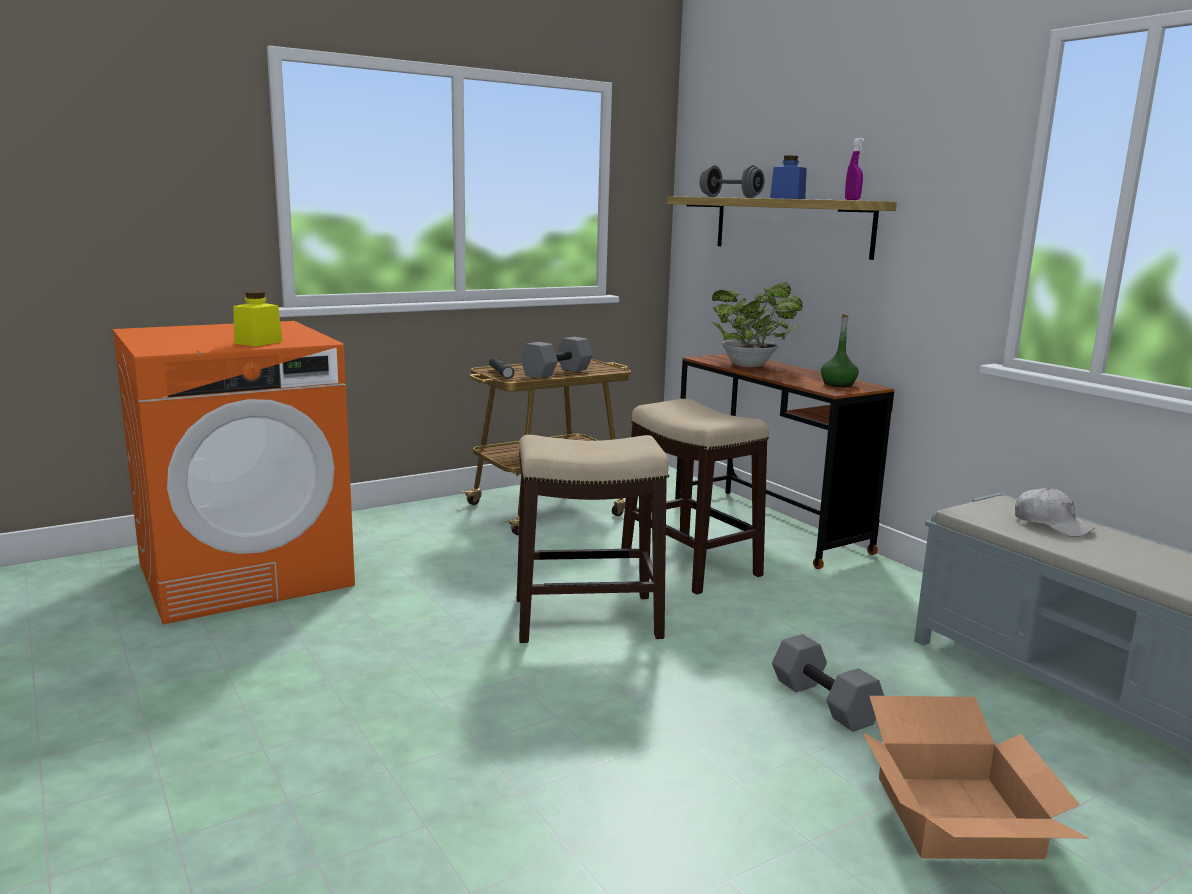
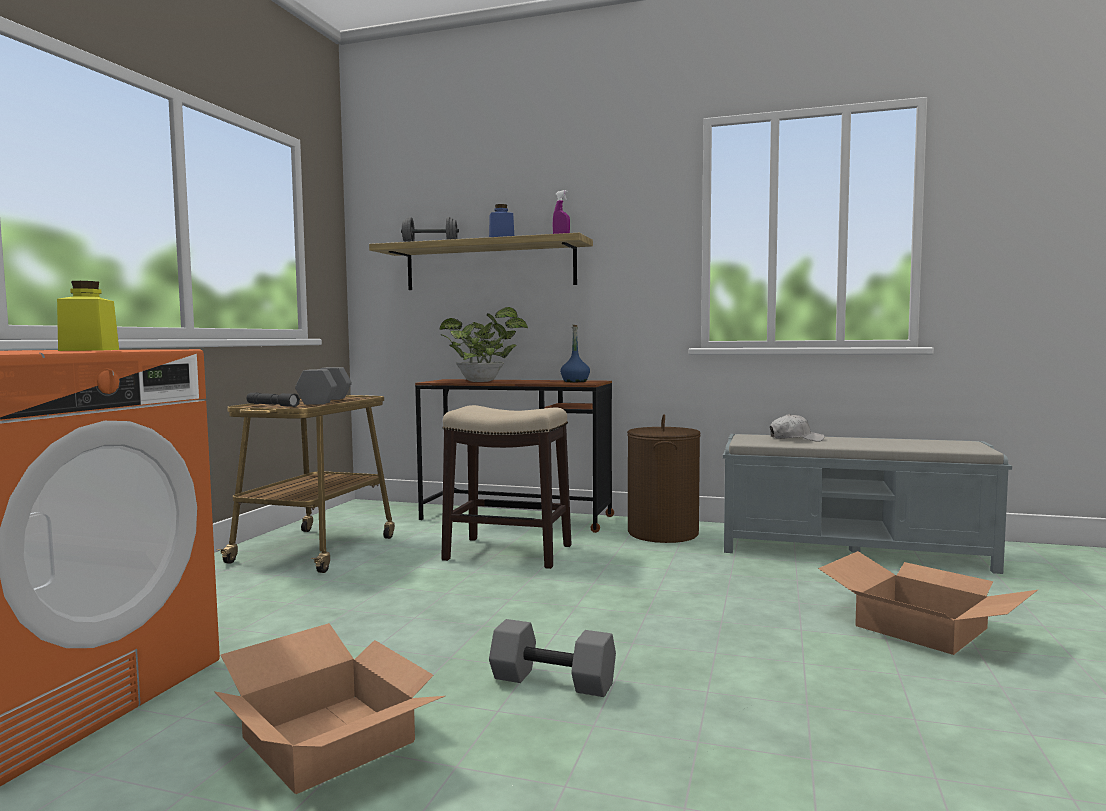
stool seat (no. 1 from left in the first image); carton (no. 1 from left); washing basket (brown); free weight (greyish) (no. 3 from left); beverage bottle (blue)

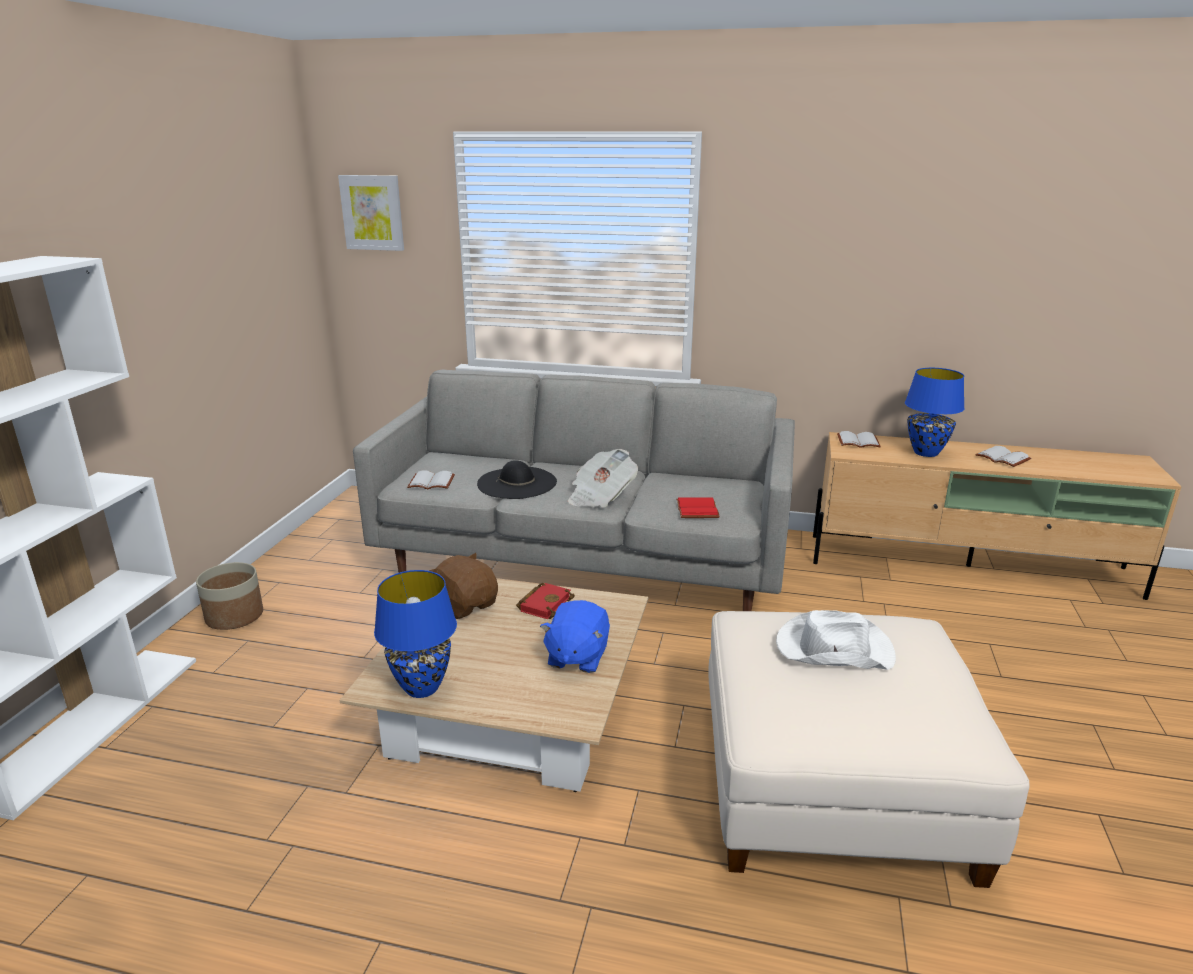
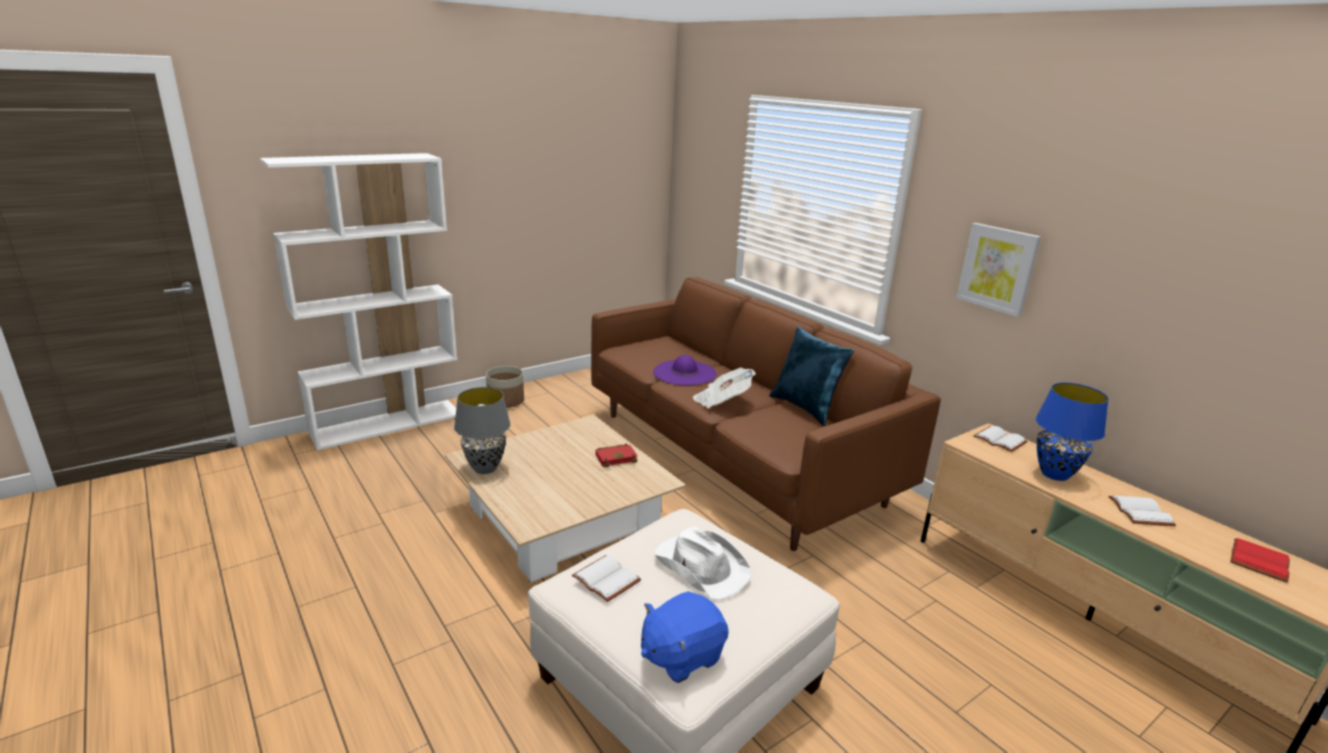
plush toy (brown); throw pillow (blue); wall art; bound book (white-coloured) (no. 1 from left); plush toy (blue); bound book (red-coloured) (no. 2 from left); sofa (brown); table lamp (greyish); clothing hat (purple-coloured)

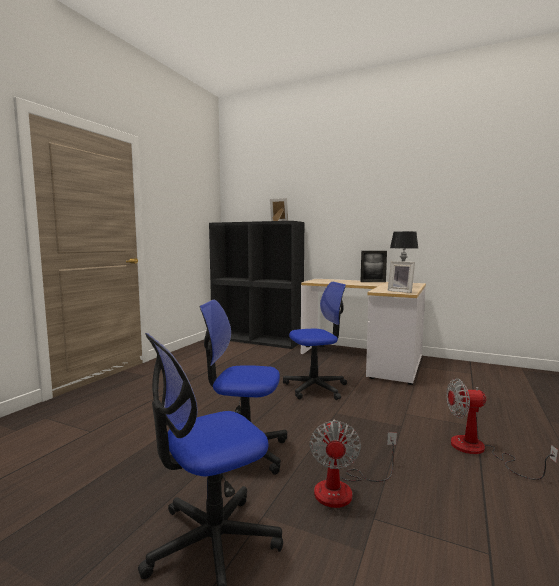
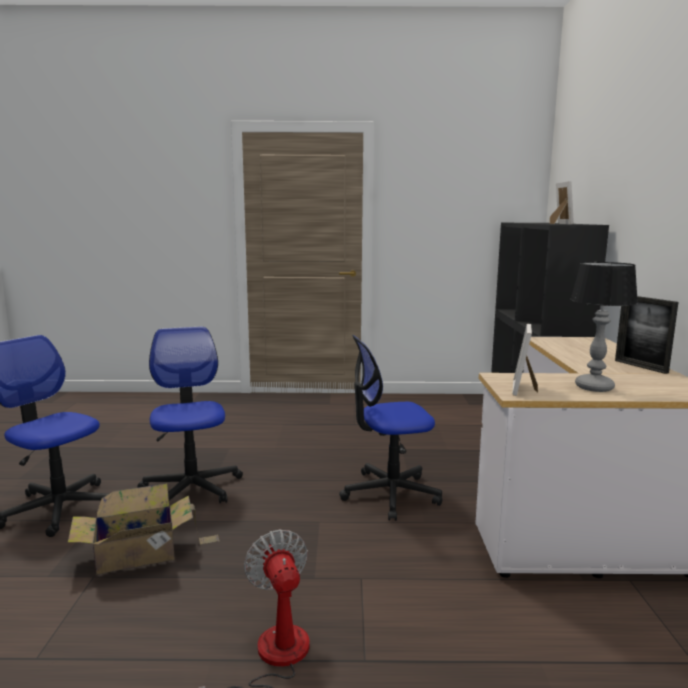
carton; office chair (no. 3 from left)

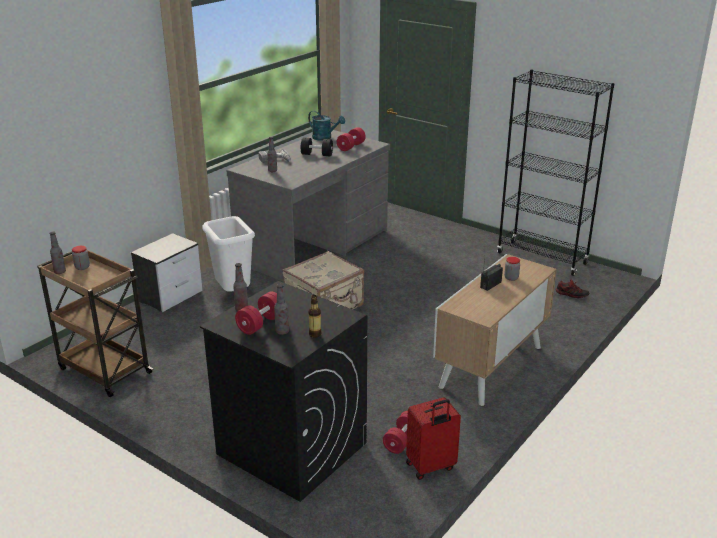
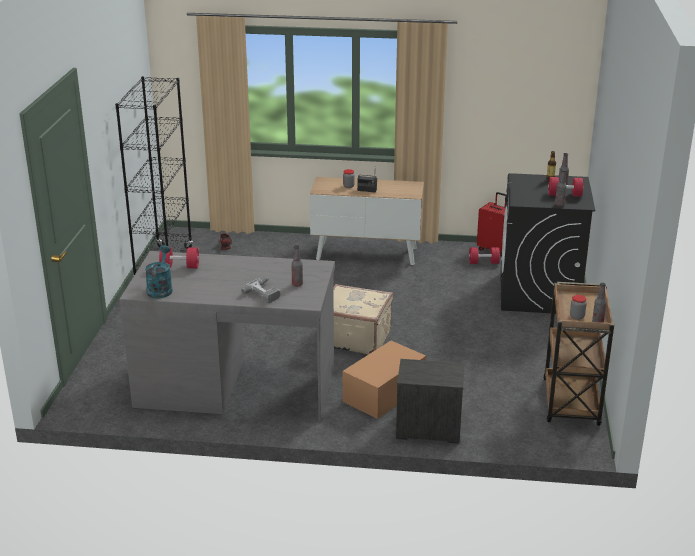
free weight (blackish); carton

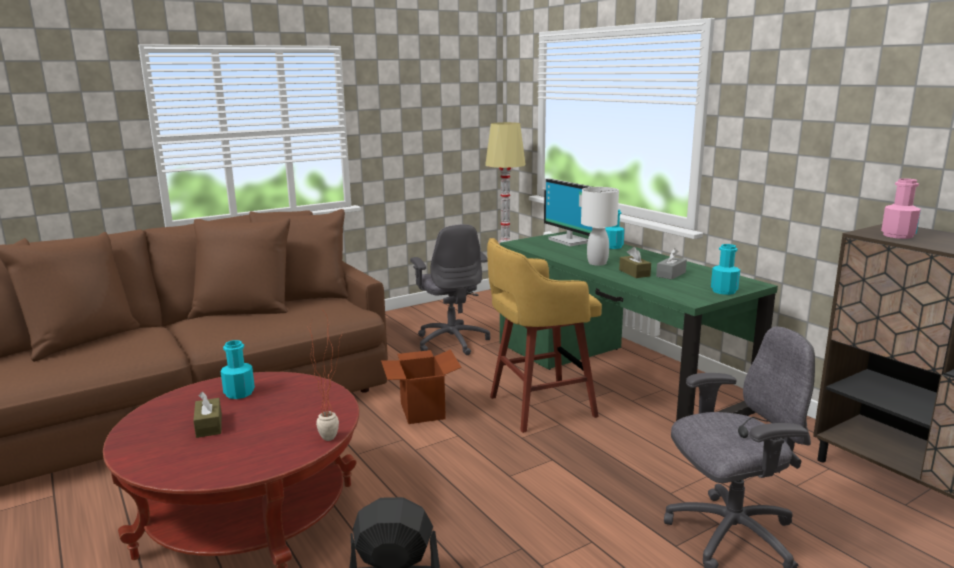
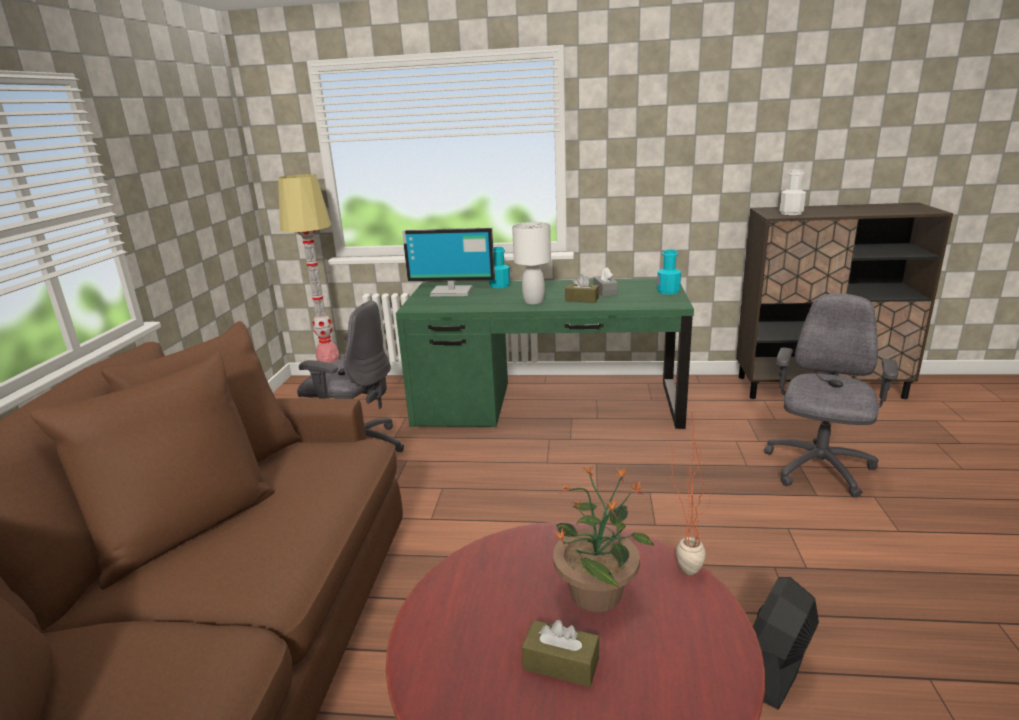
beverage bottle (blue-green) (no. 1 from left in the first image); carton; stool seat (yellow-coloured); potted plant (no. 1 from left); beverage bottle (white-coloured)

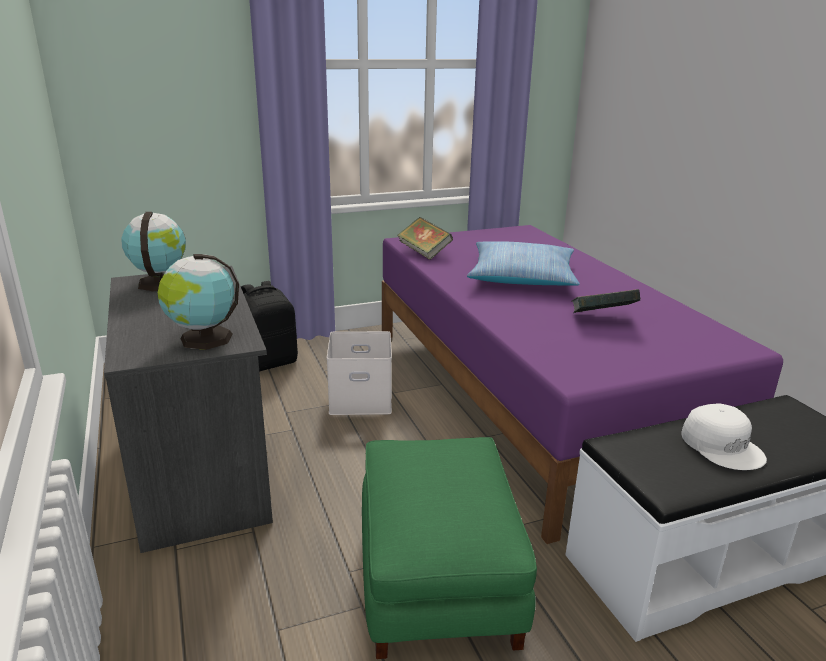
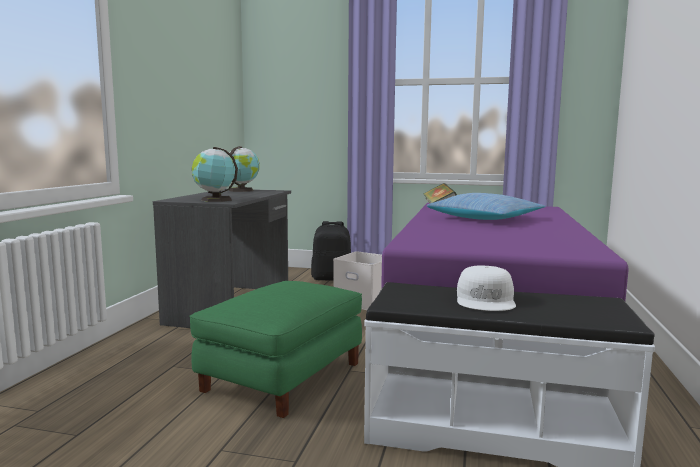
bound book (no. 2 from left in the first image)

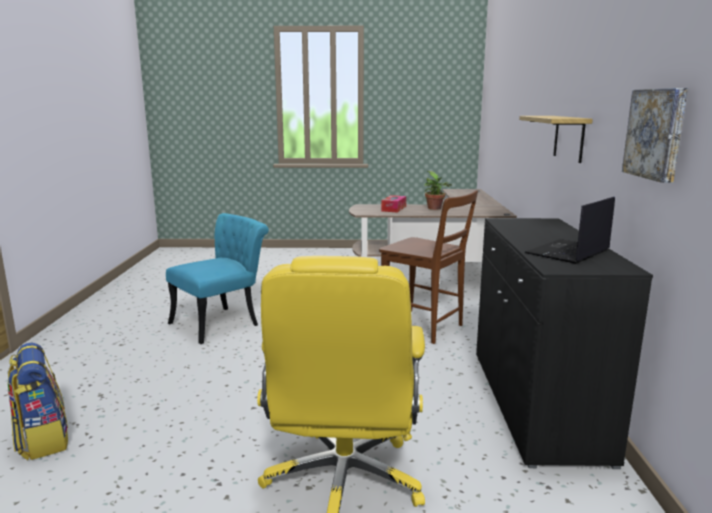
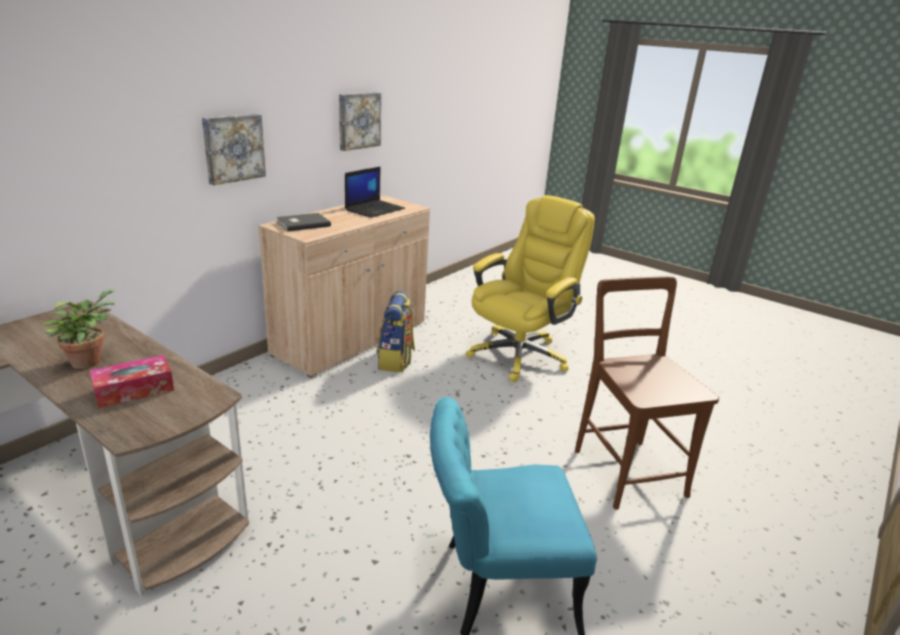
bound book (greyish); backpack; plain chair (brown); wall art (no. 1 from left); cabinet (beige); portable computer

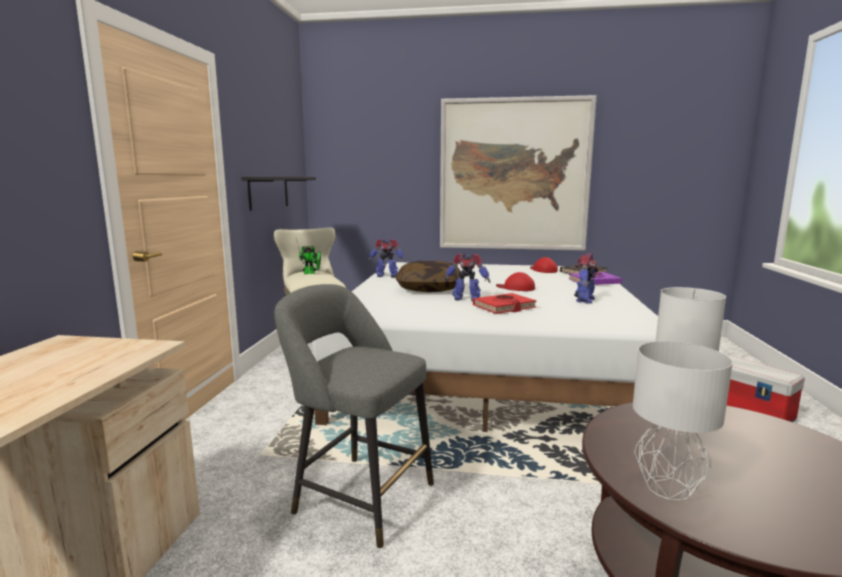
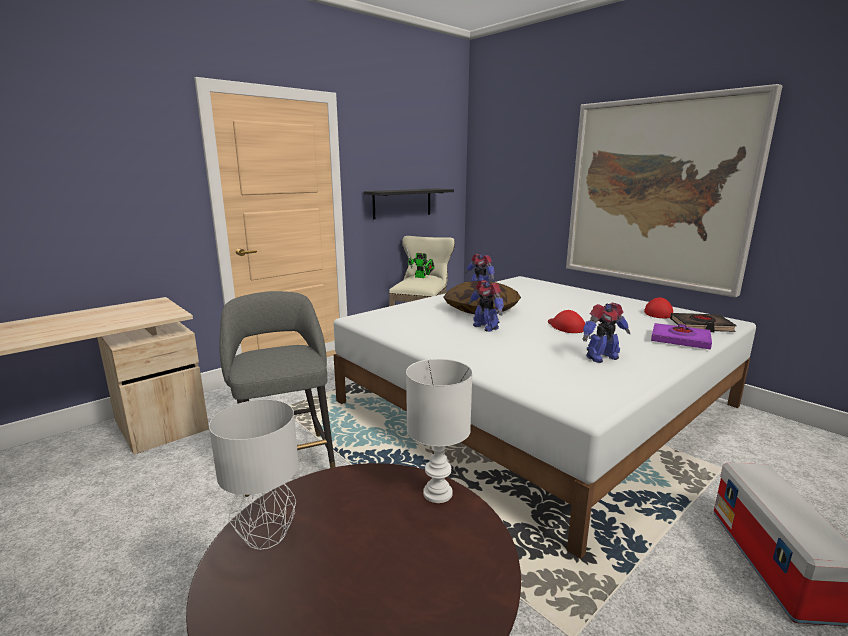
bound book (red-coloured)

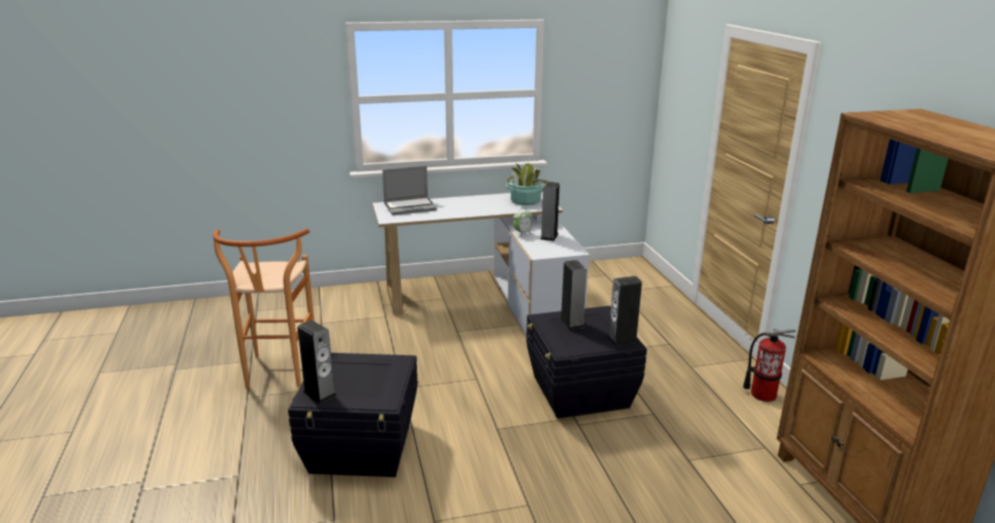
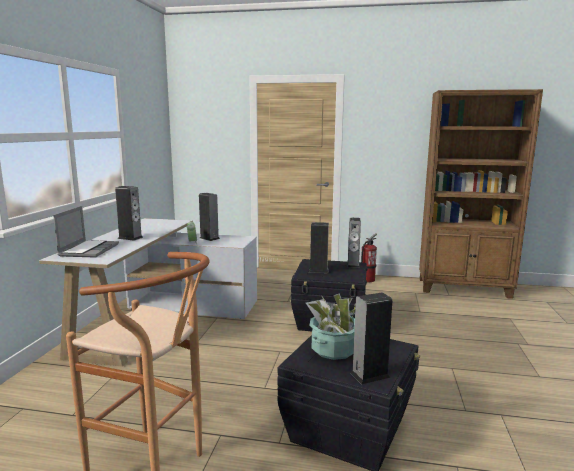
loudspeaker (no. 1 from left); potted plant

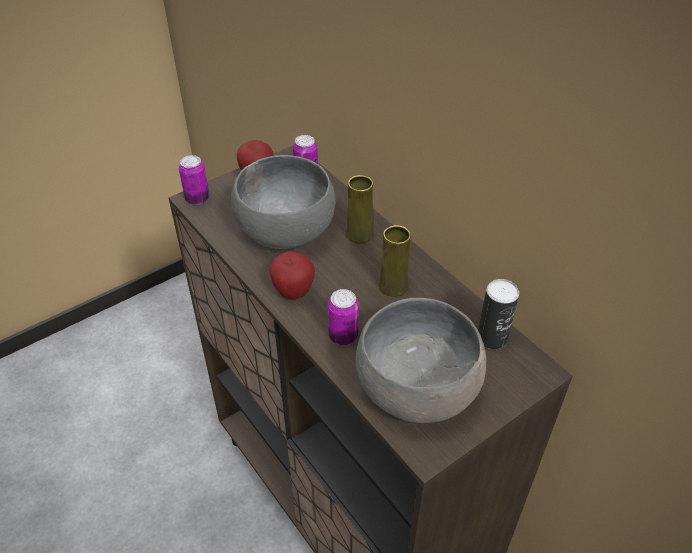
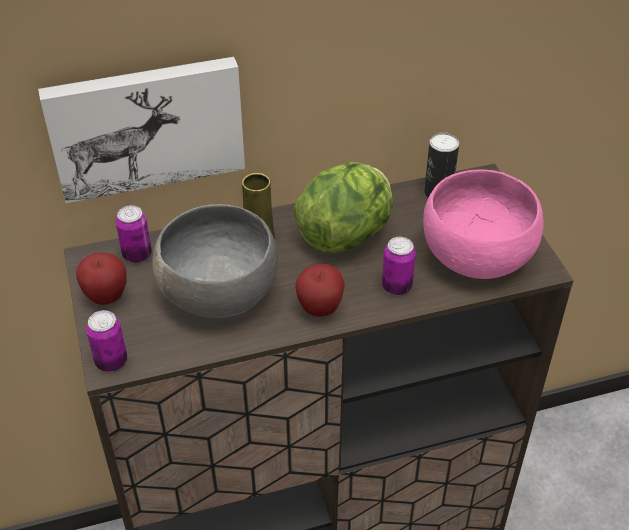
wall art; lettuce; deep dish (pink-coloured)

